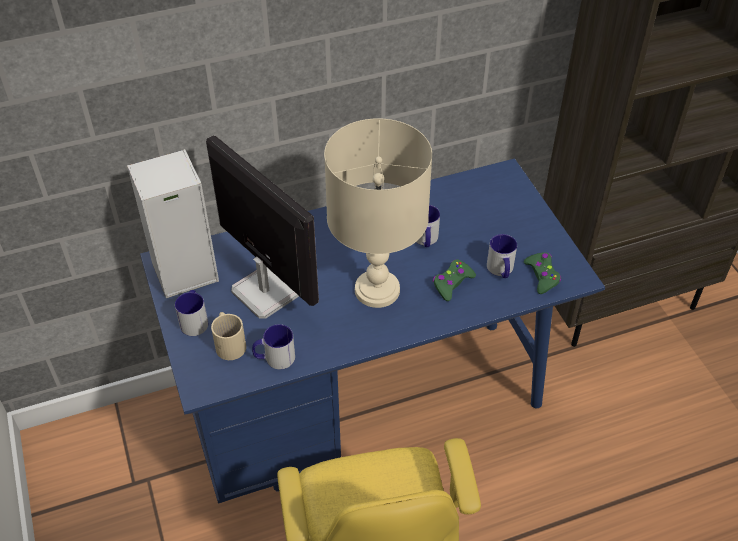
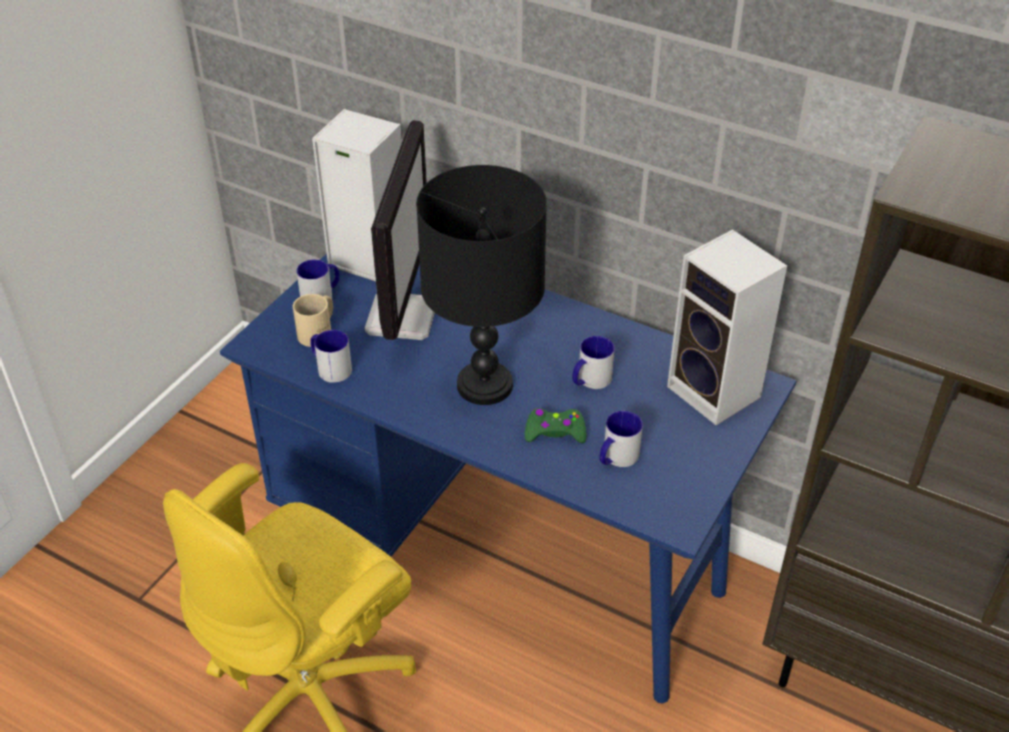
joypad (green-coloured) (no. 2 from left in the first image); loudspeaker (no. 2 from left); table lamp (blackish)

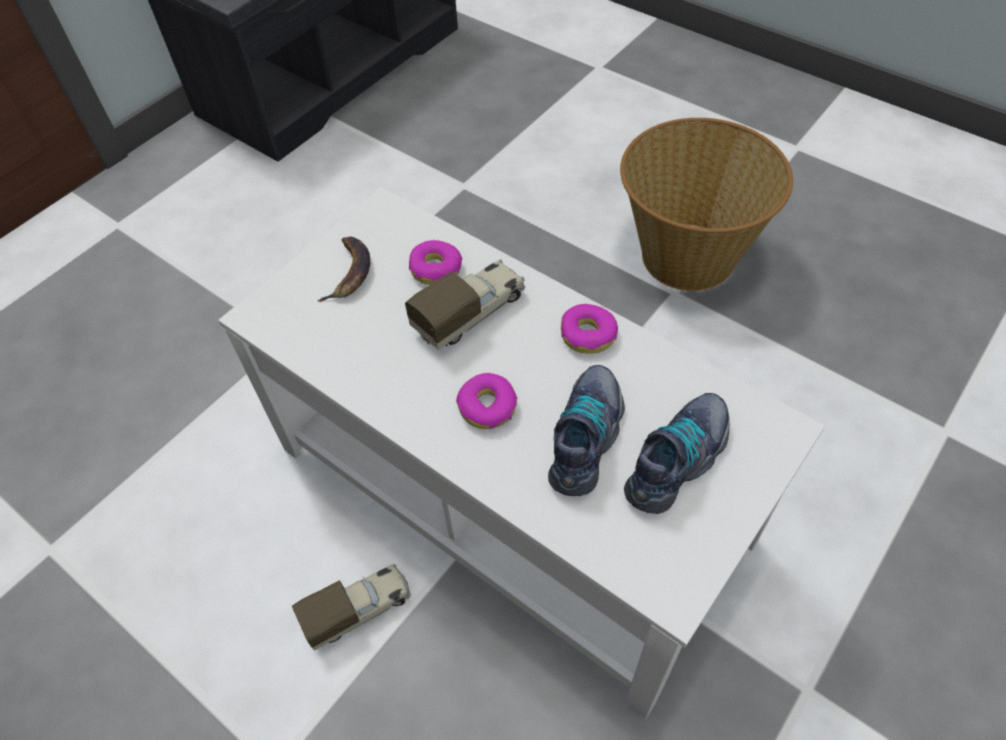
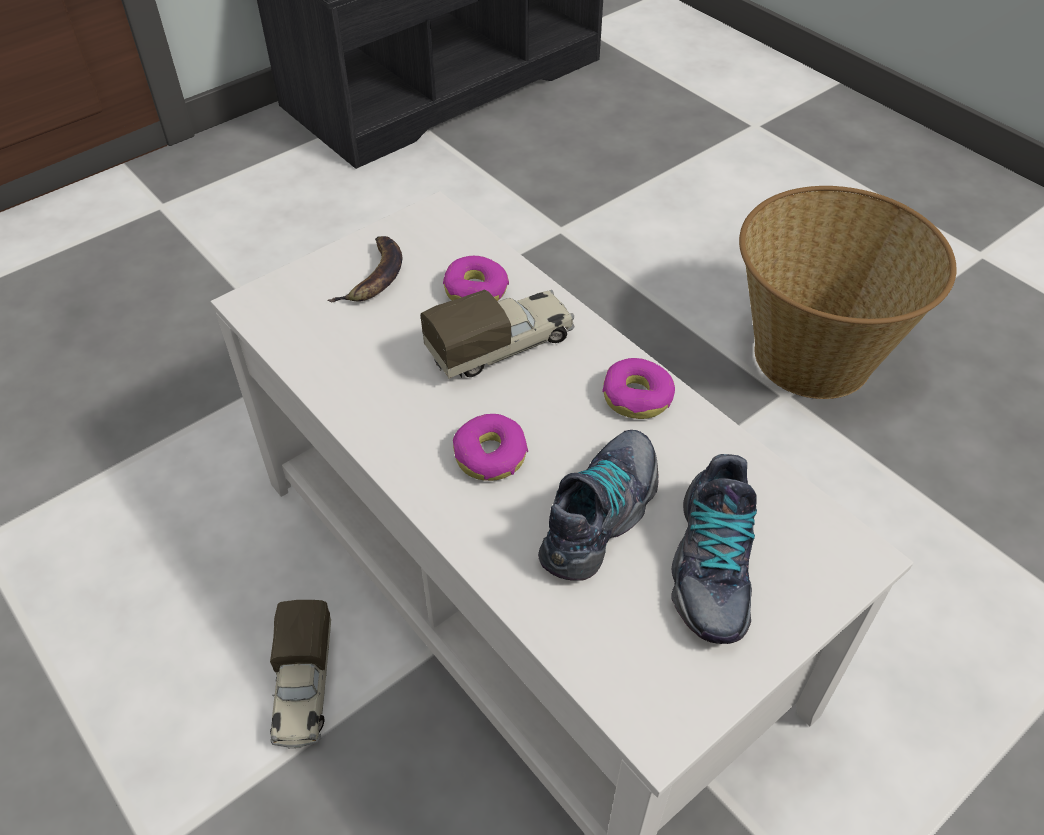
toy lorry (no. 1 from left); low shoe (no. 2 from left)

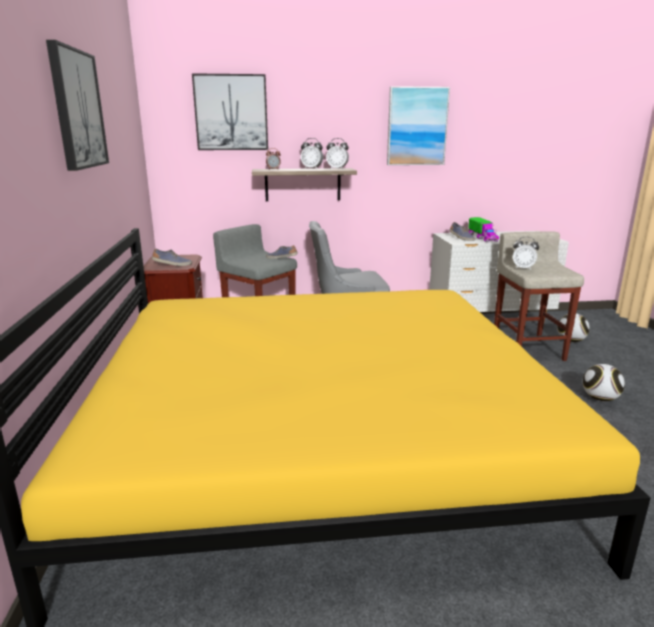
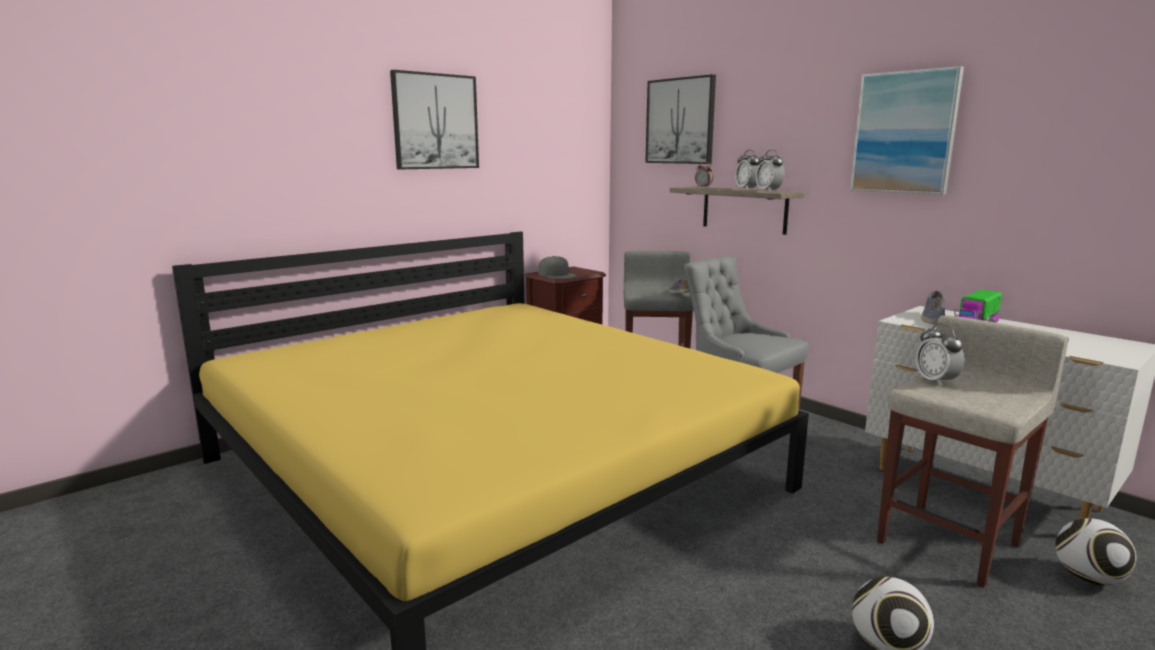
cap (greyish)

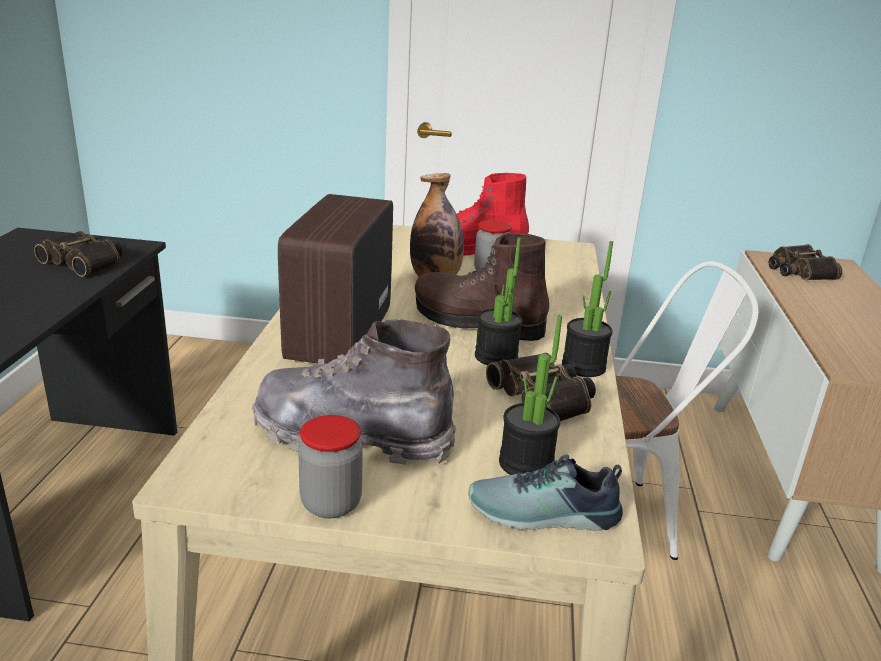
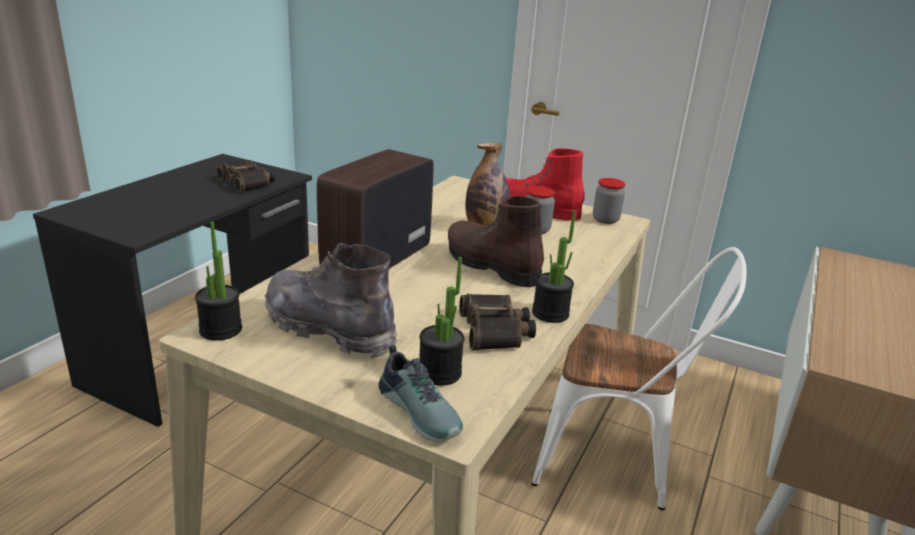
pair of binoculars (no. 3 from left in the first image); jar (no. 2 from left); potted plant (no. 1 from left); low shoe

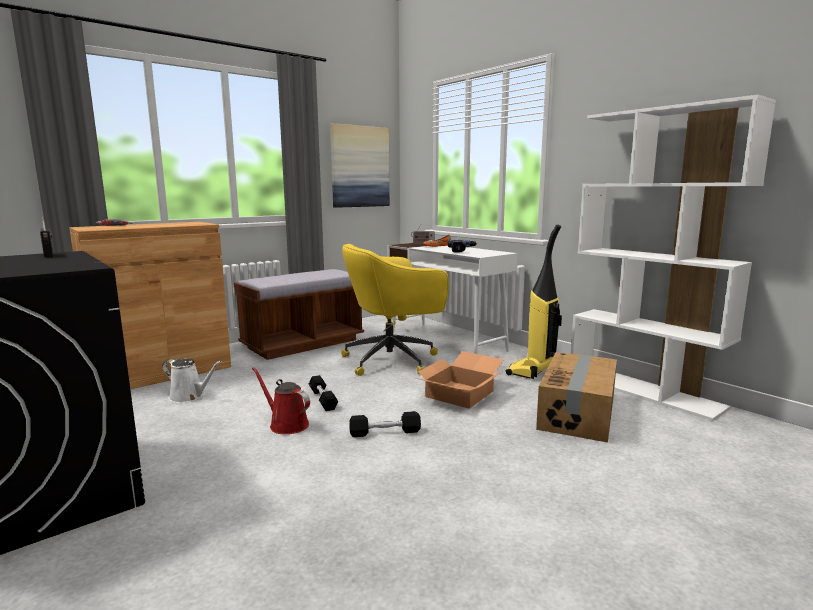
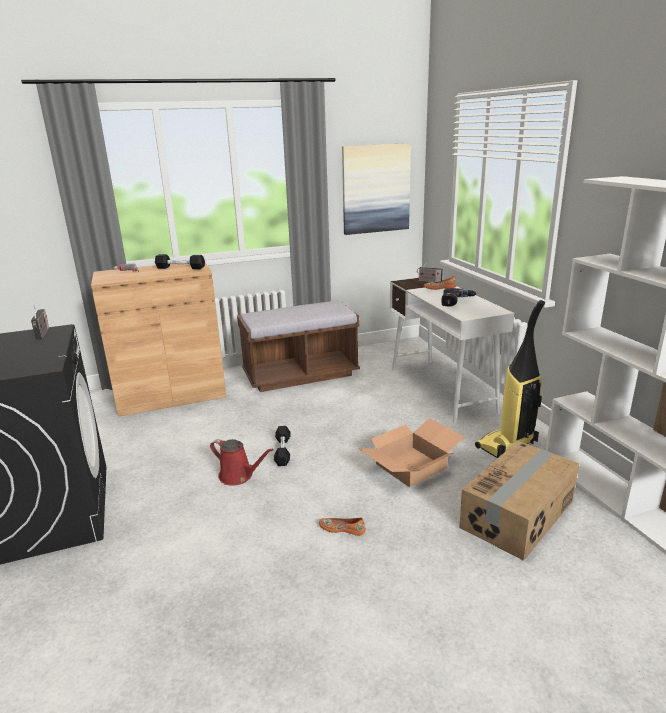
watering can (white-coloured); office chair (yellow-coloured); low shoe (orange) (no. 1 from left); free weight (blackish) (no. 1 from left); watering can (red-coloured)

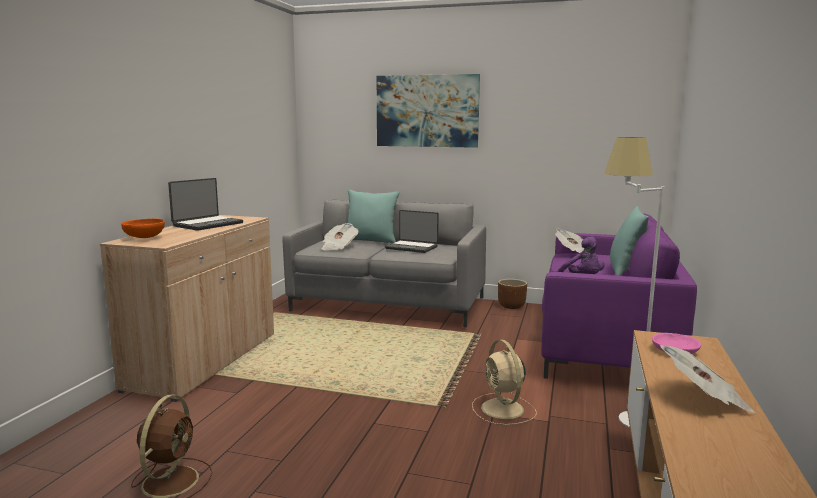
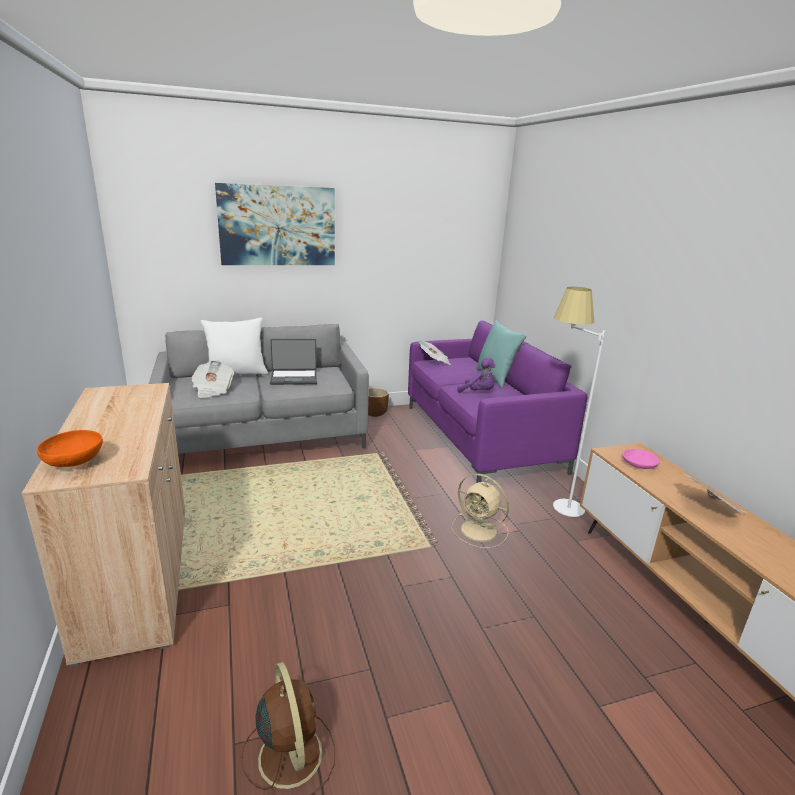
portable computer (no. 1 from left in the first image); throw pillow (white-coloured)

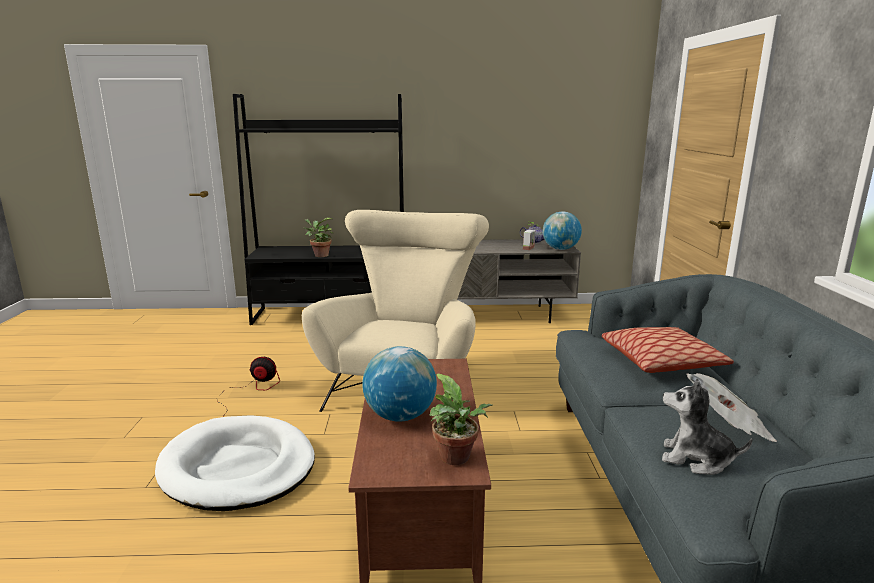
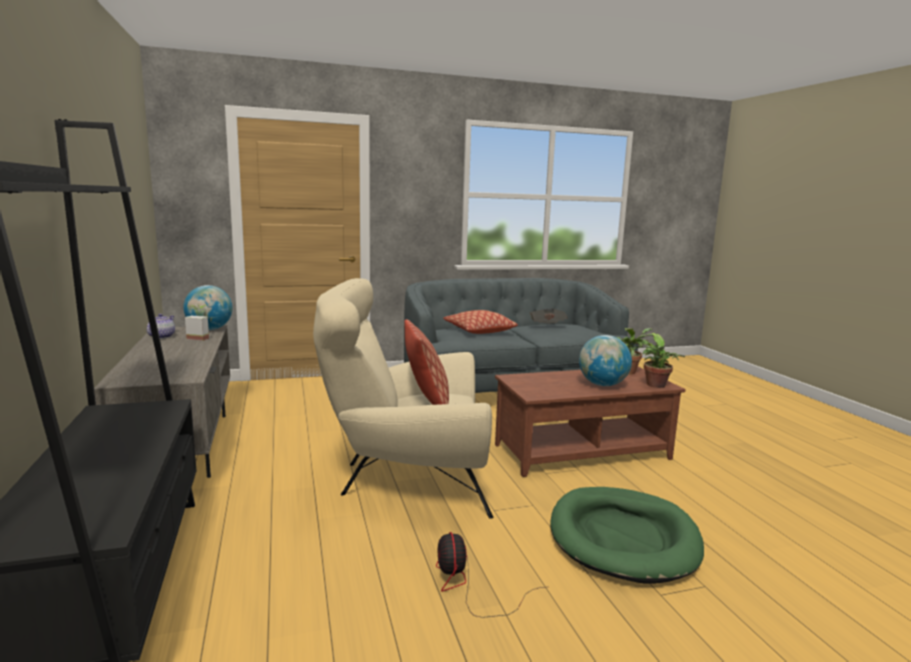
plush toy; throw pillow (no. 1 from left); potted plant (no. 3 from left); dog bed (green-coloured)

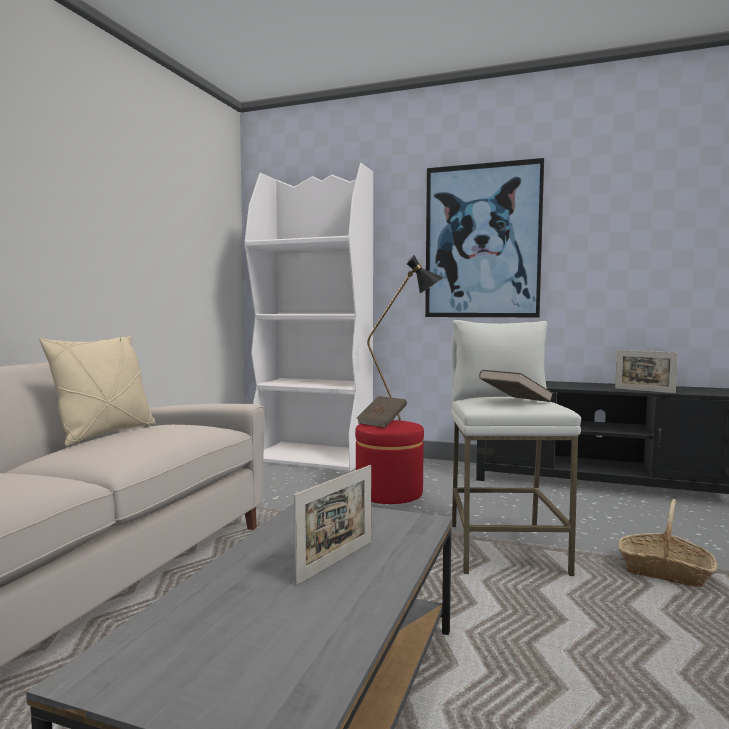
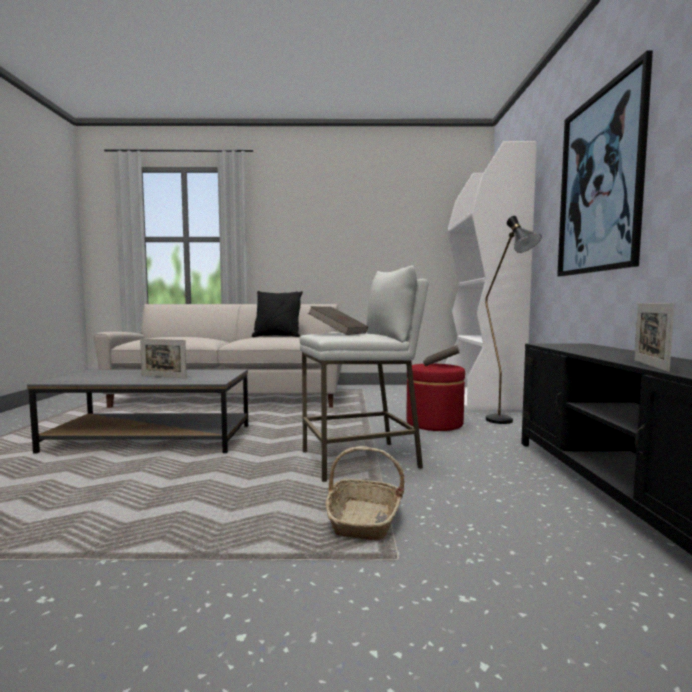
throw pillow (blackish)

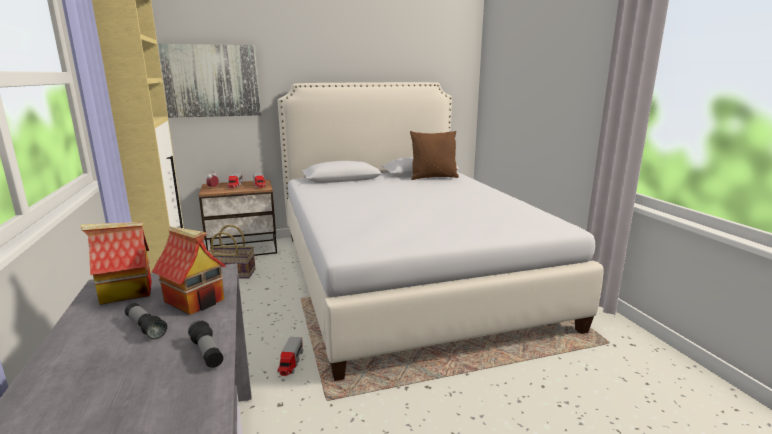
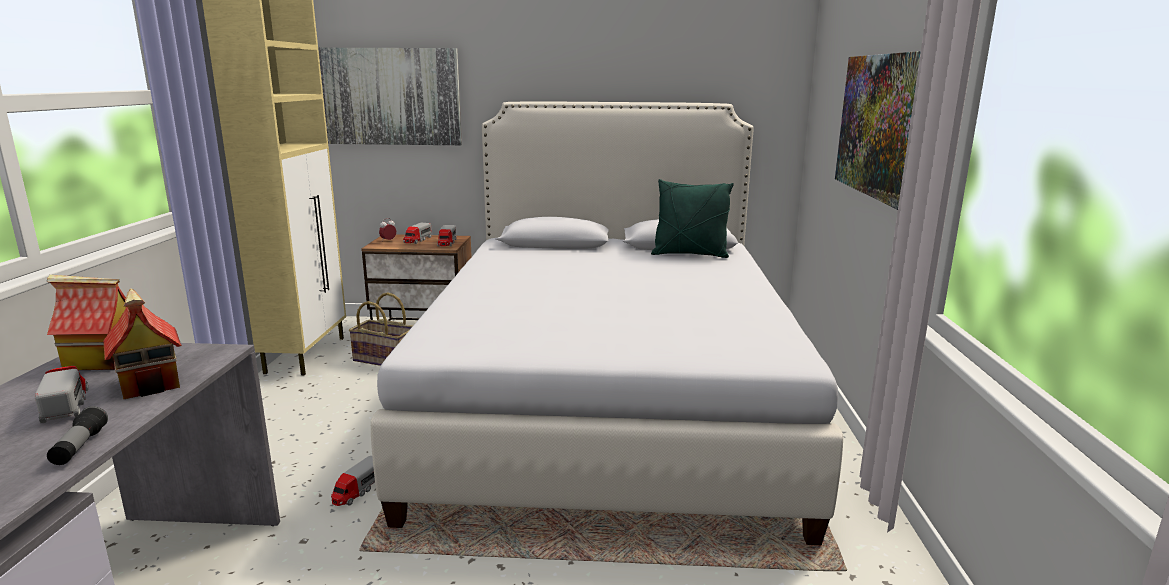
wall art (no. 2 from left); toy lorry (no. 1 from left); throw pillow (green-coloured)

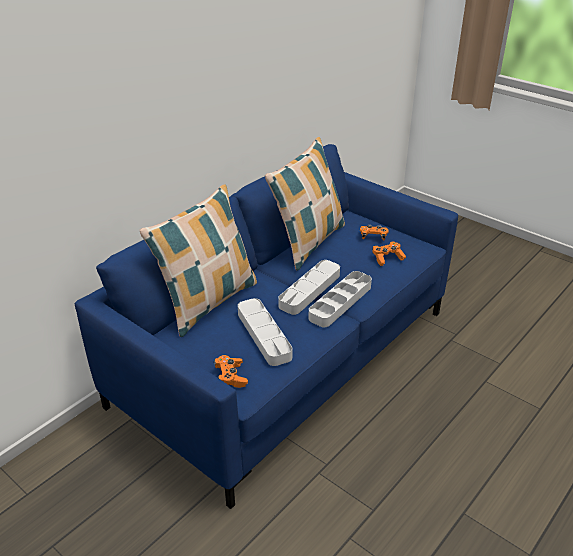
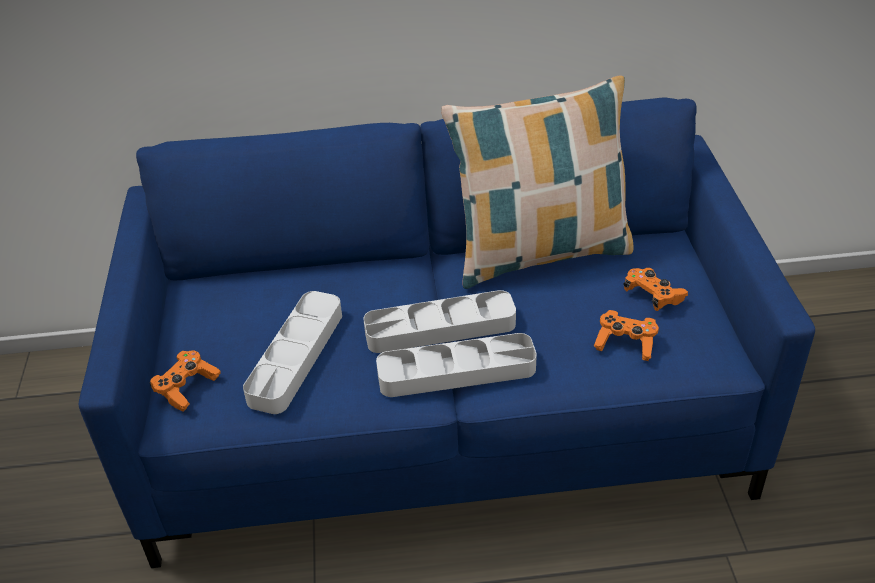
throw pillow (no. 1 from left in the first image)

